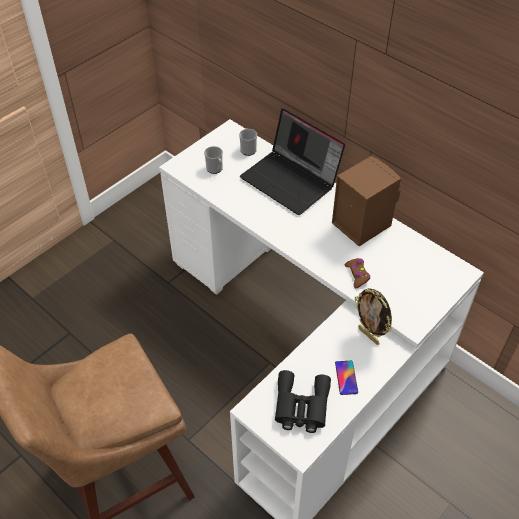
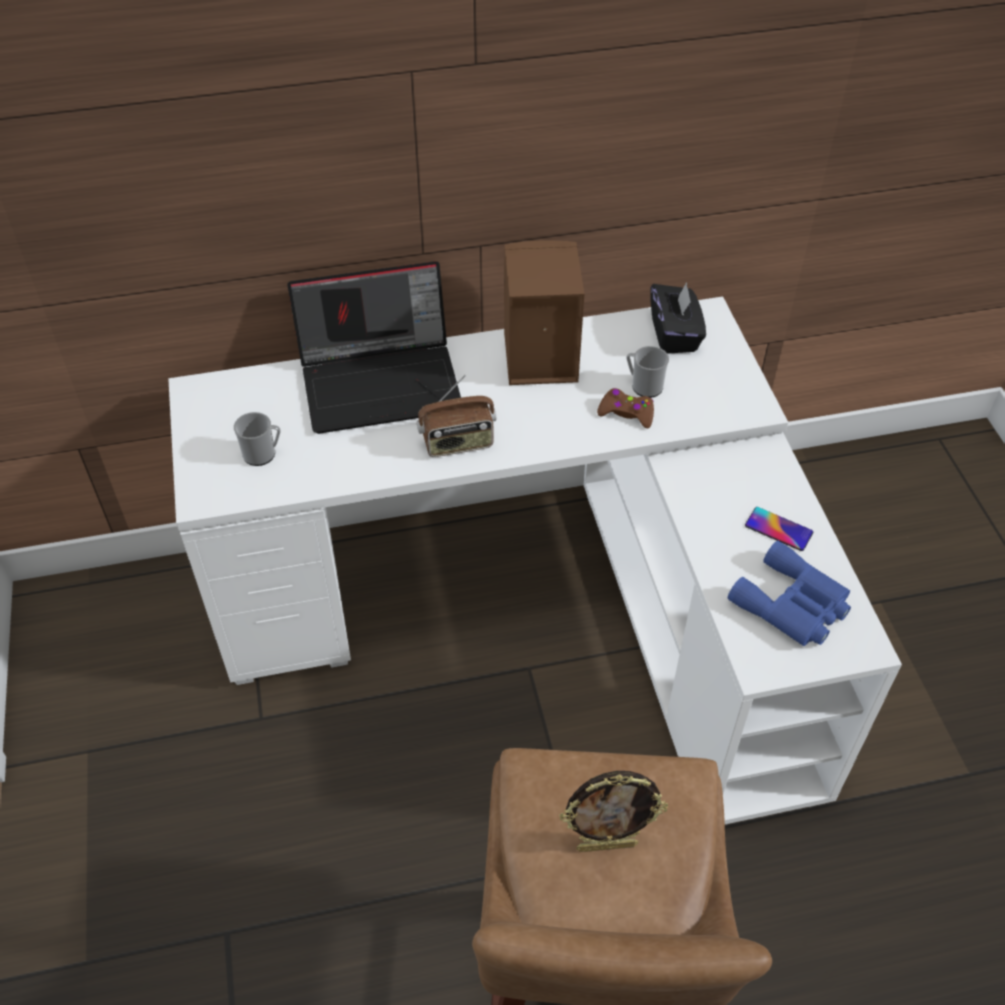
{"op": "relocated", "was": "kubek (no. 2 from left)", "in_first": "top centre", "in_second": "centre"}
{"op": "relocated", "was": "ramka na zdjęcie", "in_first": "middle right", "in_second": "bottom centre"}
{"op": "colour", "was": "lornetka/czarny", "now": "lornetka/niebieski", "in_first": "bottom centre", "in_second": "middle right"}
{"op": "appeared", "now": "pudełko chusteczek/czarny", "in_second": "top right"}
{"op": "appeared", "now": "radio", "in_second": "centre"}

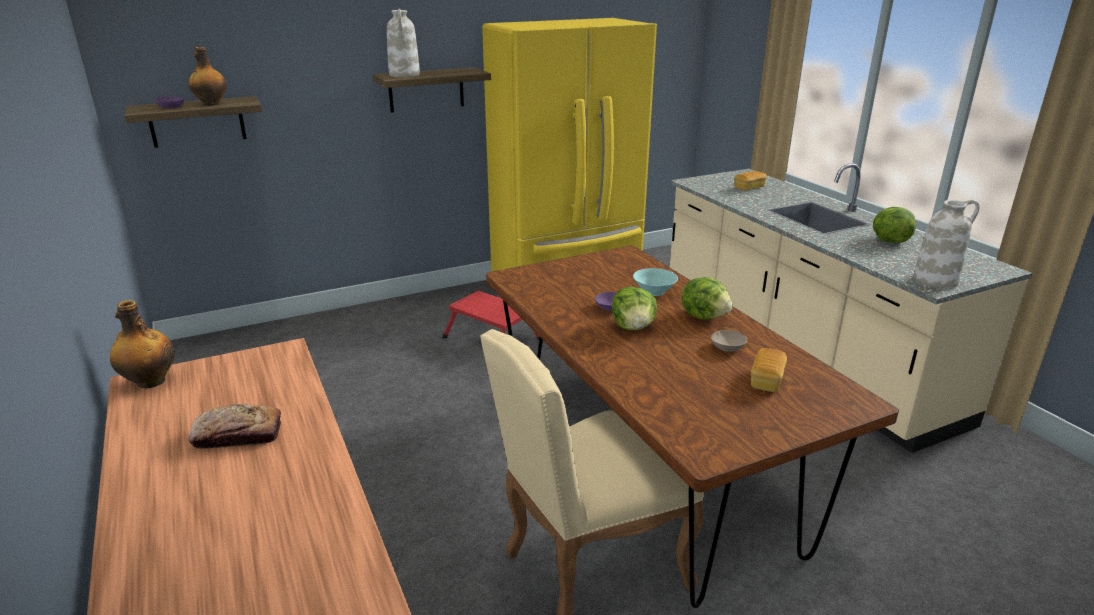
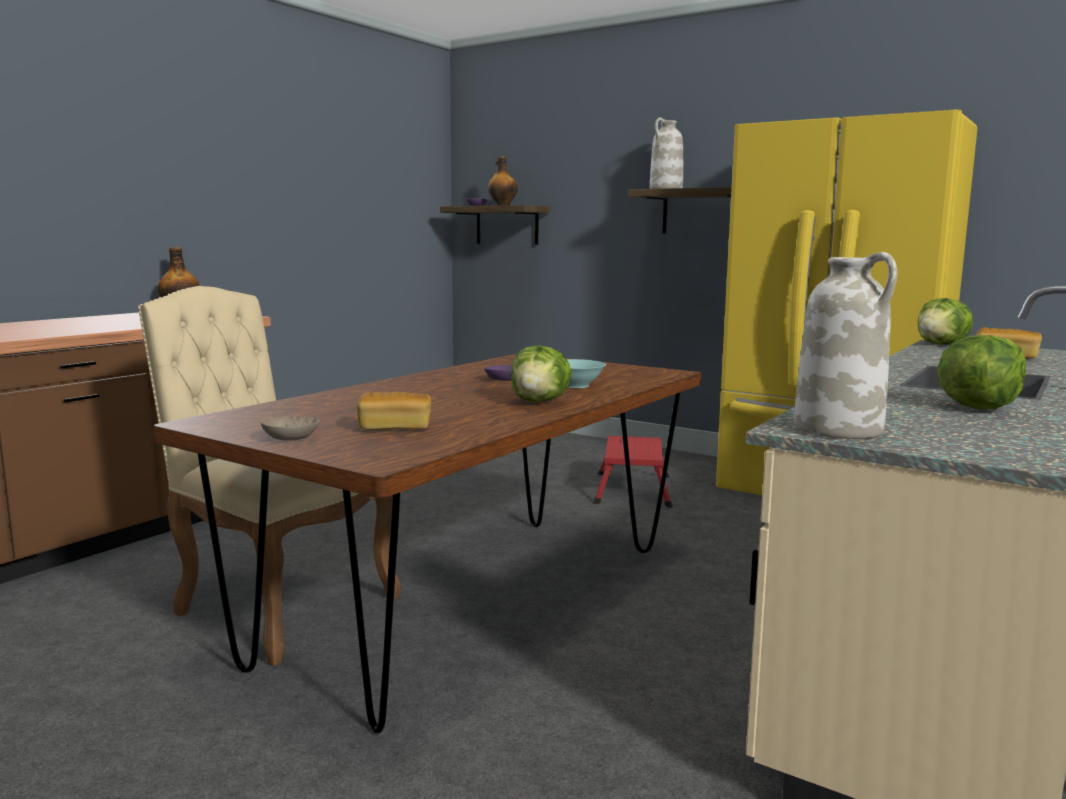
{"op": "relocated", "was": "sałata (no. 1 from left in the first image)", "now": "sałata (no. 2 from left)", "in_first": "centre", "in_second": "middle right"}
{"op": "relocated", "was": "miska/beżowy", "in_first": "centre", "in_second": "middle left"}
{"op": "missing", "was": "chleb (no. 1 from left)", "in_first": "bottom left"}

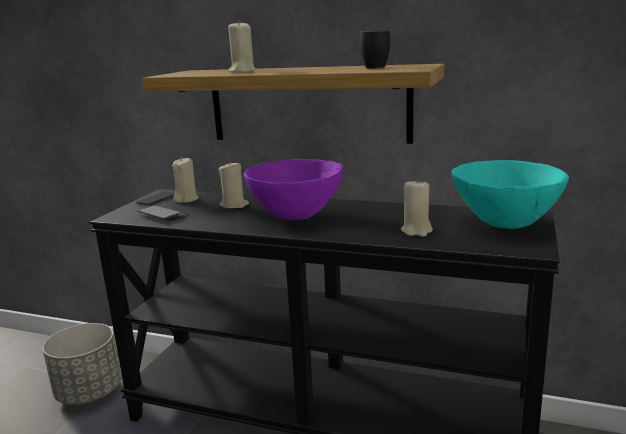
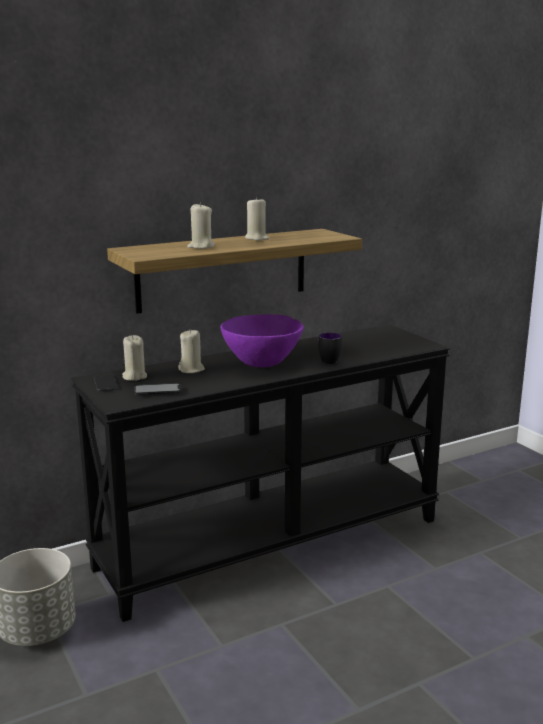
{"op": "relocated", "was": "kubek", "in_first": "top centre", "in_second": "centre"}
{"op": "missing", "was": "miska/turkusowy", "in_first": "middle right"}
{"op": "relocated", "was": "świeca/beżowy (no. 4 from left)", "in_first": "centre", "in_second": "top centre"}

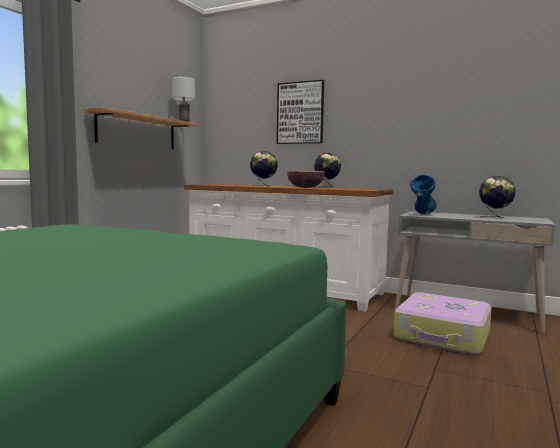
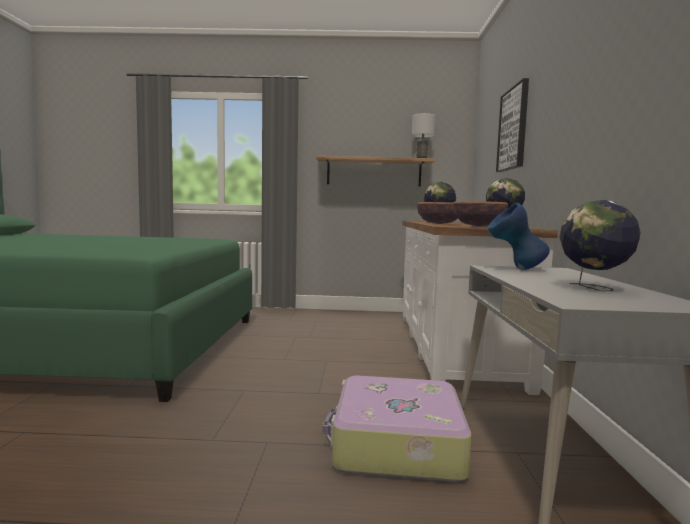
{"op": "appeared", "now": "miska (no. 2 from left)", "in_second": "middle right"}

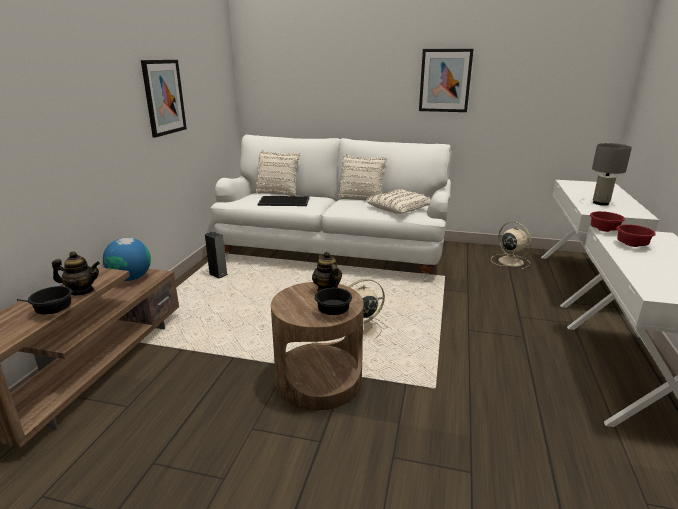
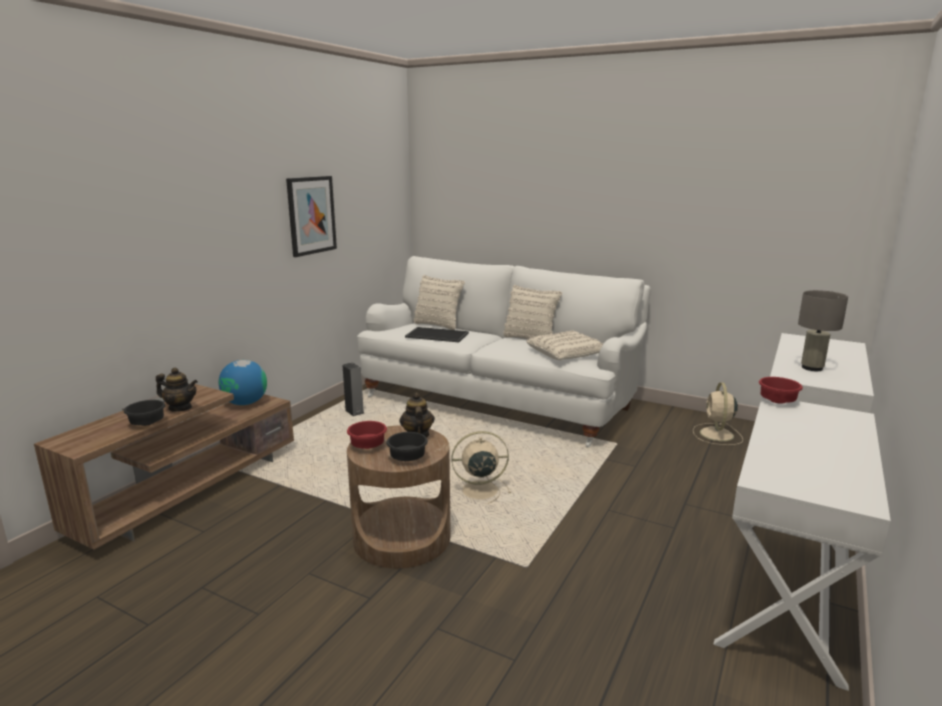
{"op": "missing", "was": "obraz (no. 2 from left)", "in_first": "top centre"}
{"op": "spun", "was": "wentylator/beżowy (no. 2 from left)", "in_first": "middle right", "in_second": "middle right", "clockwise": -150}
{"op": "relocated", "was": "miska/czerwony (no. 2 from left in the first image)", "now": "miska/czerwony (no. 1 from left)", "in_first": "middle right", "in_second": "centre"}

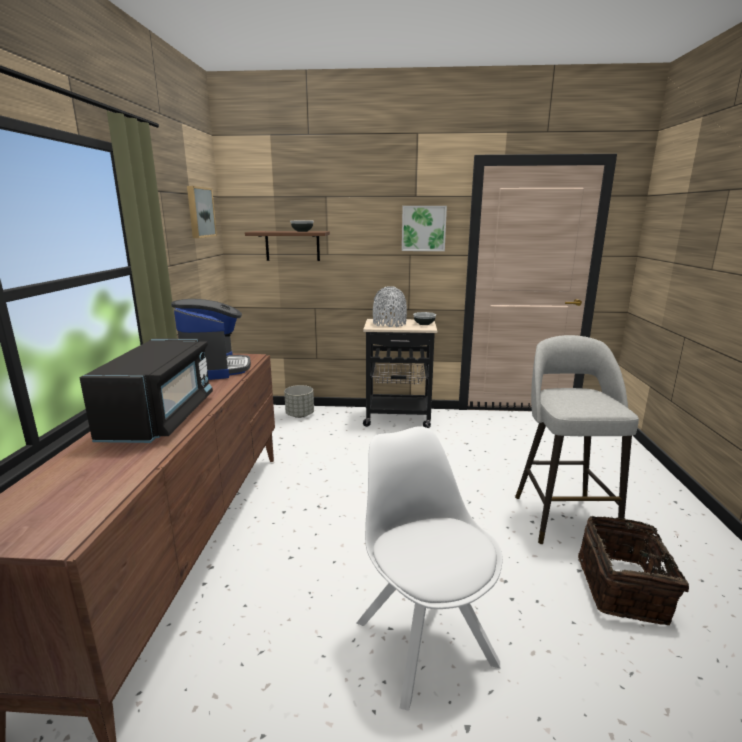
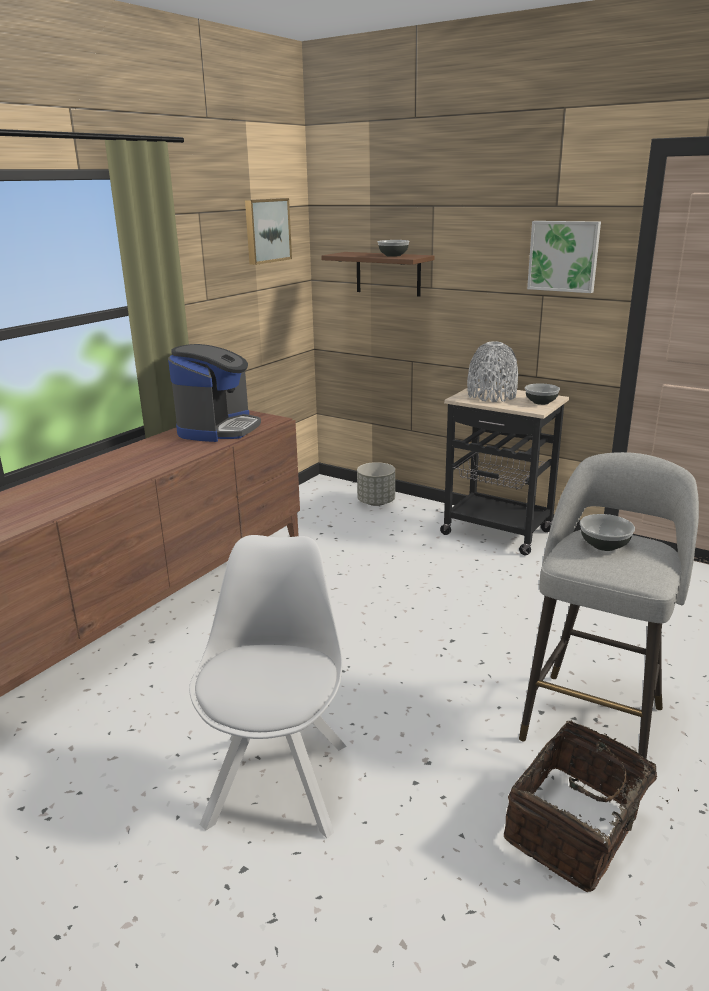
{"op": "missing", "was": "mikrofalówka/czarny", "in_first": "middle left"}
{"op": "appeared", "now": "miska (no. 3 from left)", "in_second": "middle right"}

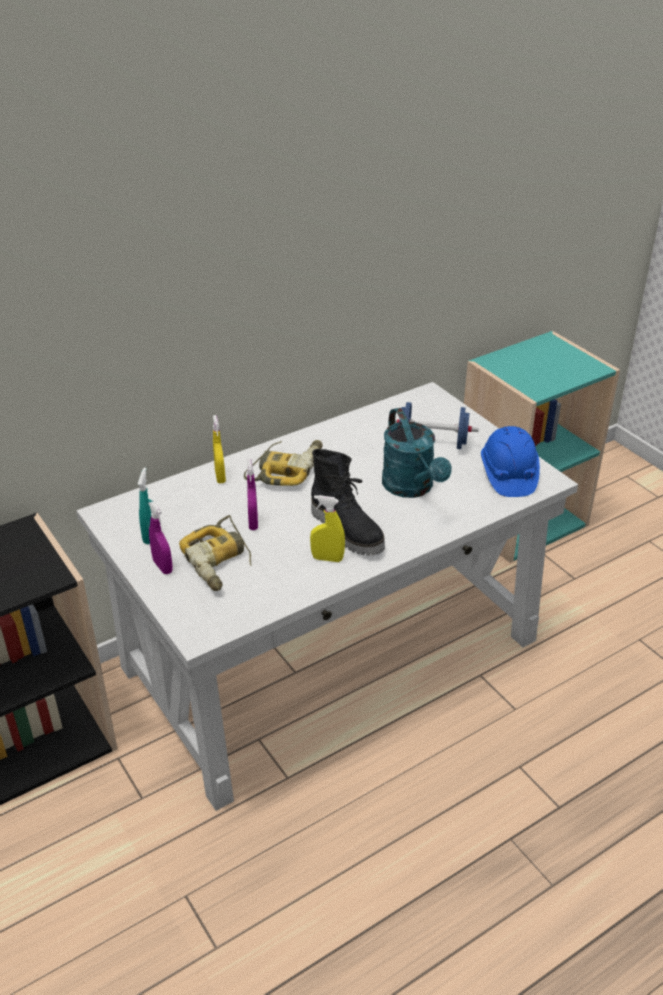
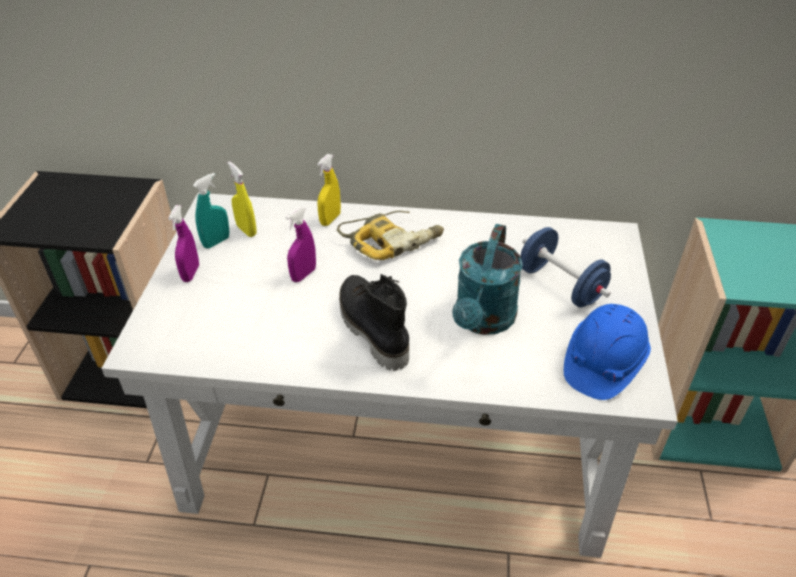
{"op": "spun", "was": "but z cholewką/czarny", "in_first": "centre", "in_second": "centre", "clockwise": 150}
{"op": "relocated", "was": "spryskiwacz/żółty (no. 2 from left in the first image)", "now": "spryskiwacz/żółty (no. 1 from left)", "in_first": "centre", "in_second": "middle left"}
{"op": "missing", "was": "wiertarka (no. 1 from left)", "in_first": "middle left"}

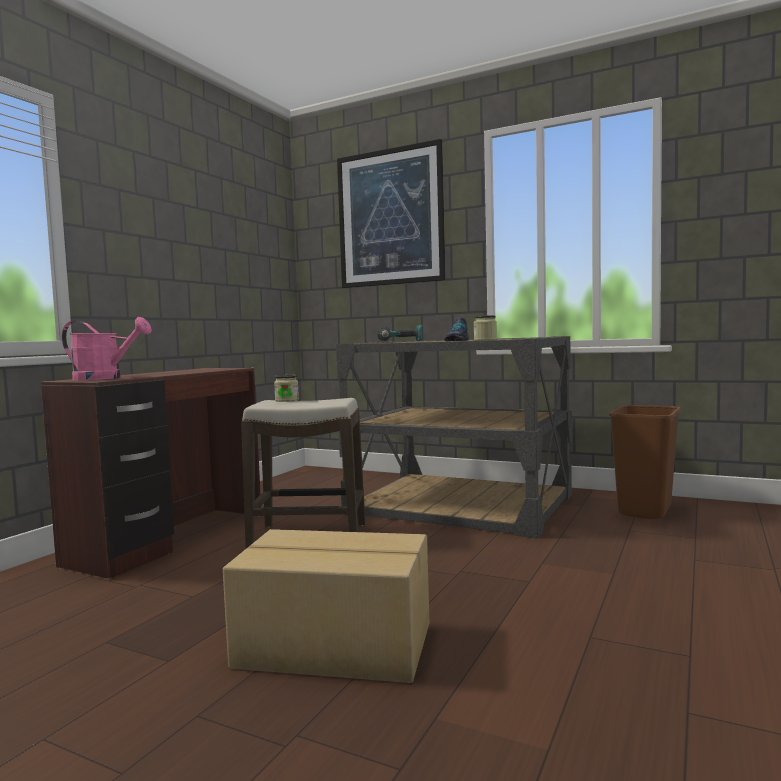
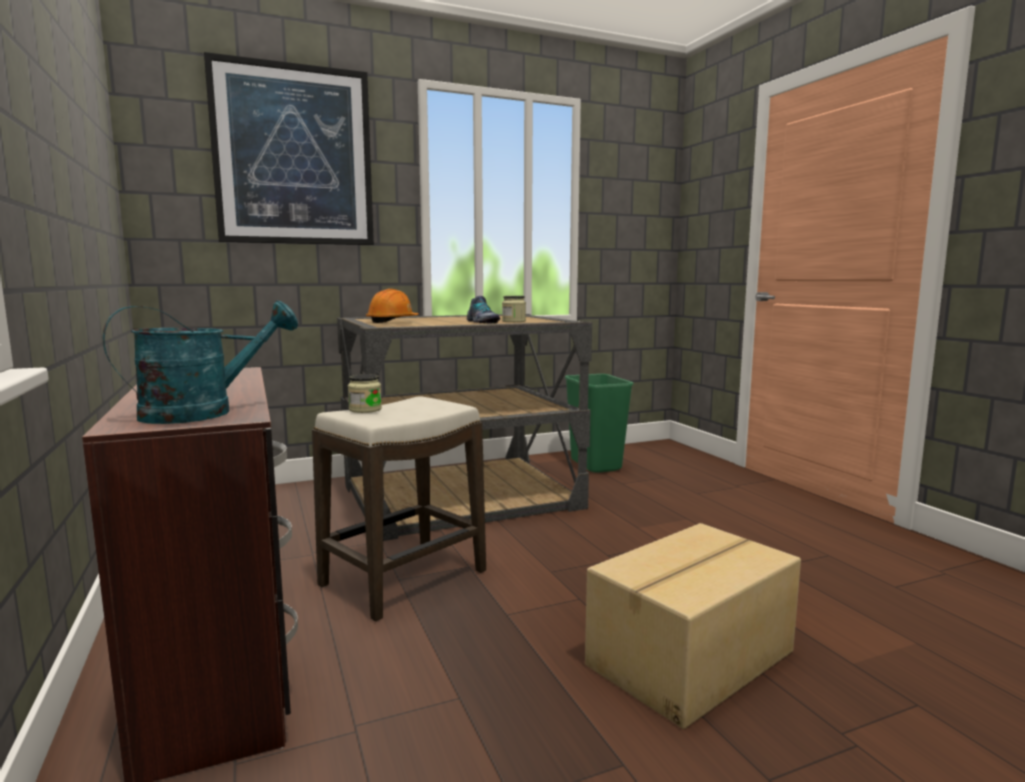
{"op": "colour", "was": "konewka/różowy", "now": "konewka/turkusowy", "in_first": "middle left", "in_second": "middle left"}
{"op": "exchanged", "was": "wiertarka", "now": "kask/pomarańczowy", "in_first": "centre", "in_second": "centre"}
{"op": "colour", "was": "kosz na śmieci/brązowy", "now": "kosz na śmieci/zielony", "in_first": "middle right", "in_second": "centre"}

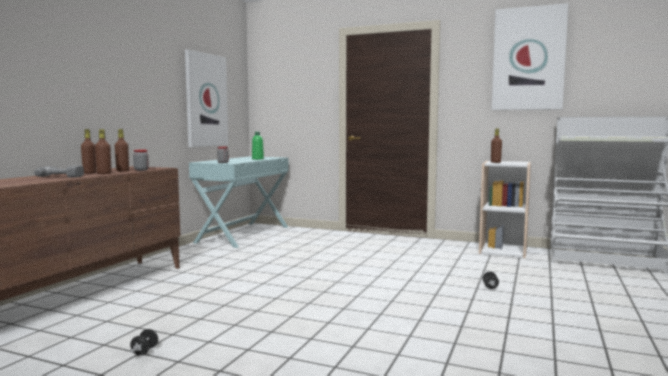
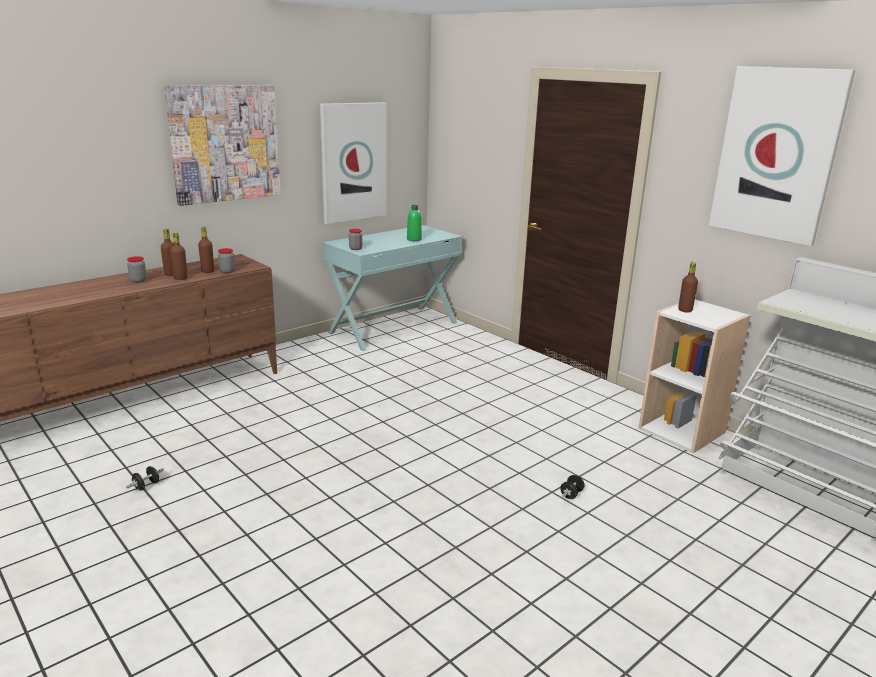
{"op": "exchanged", "was": "wiertarka", "now": "słoik (no. 1 from left)", "in_first": "middle left", "in_second": "middle left"}
{"op": "appeared", "now": "obraz (no. 1 from left)", "in_second": "top left"}

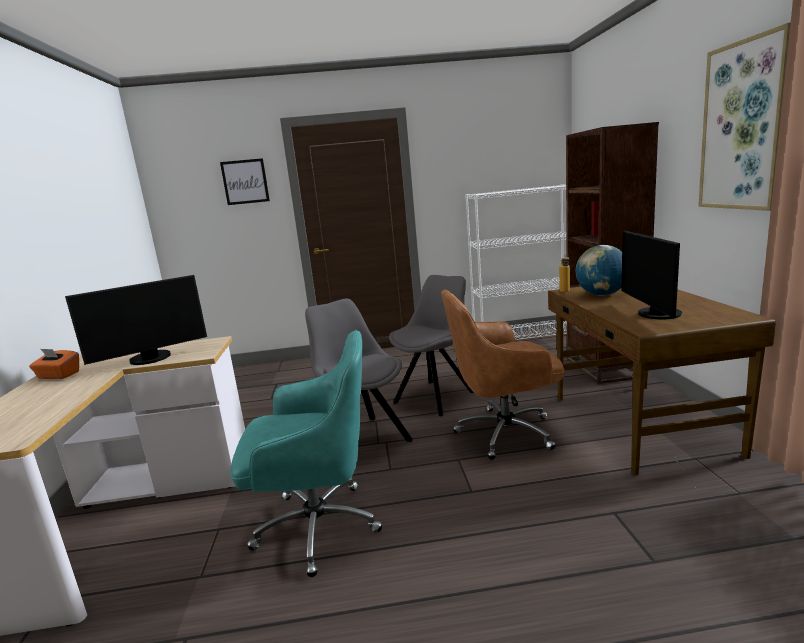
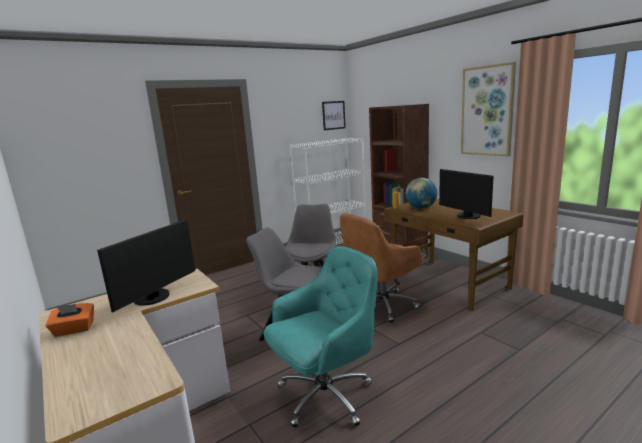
{"op": "relocated", "was": "obraz (no. 1 from left)", "in_first": "top left", "in_second": "top centre"}

